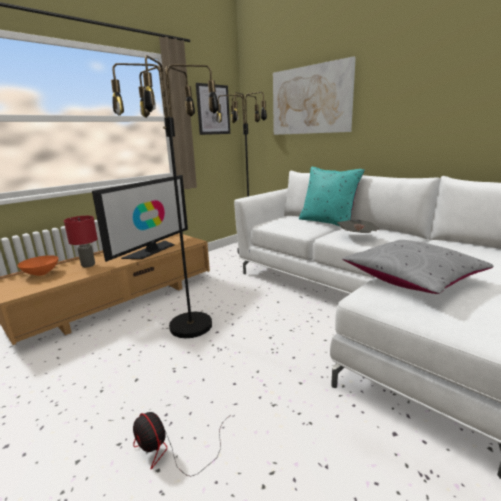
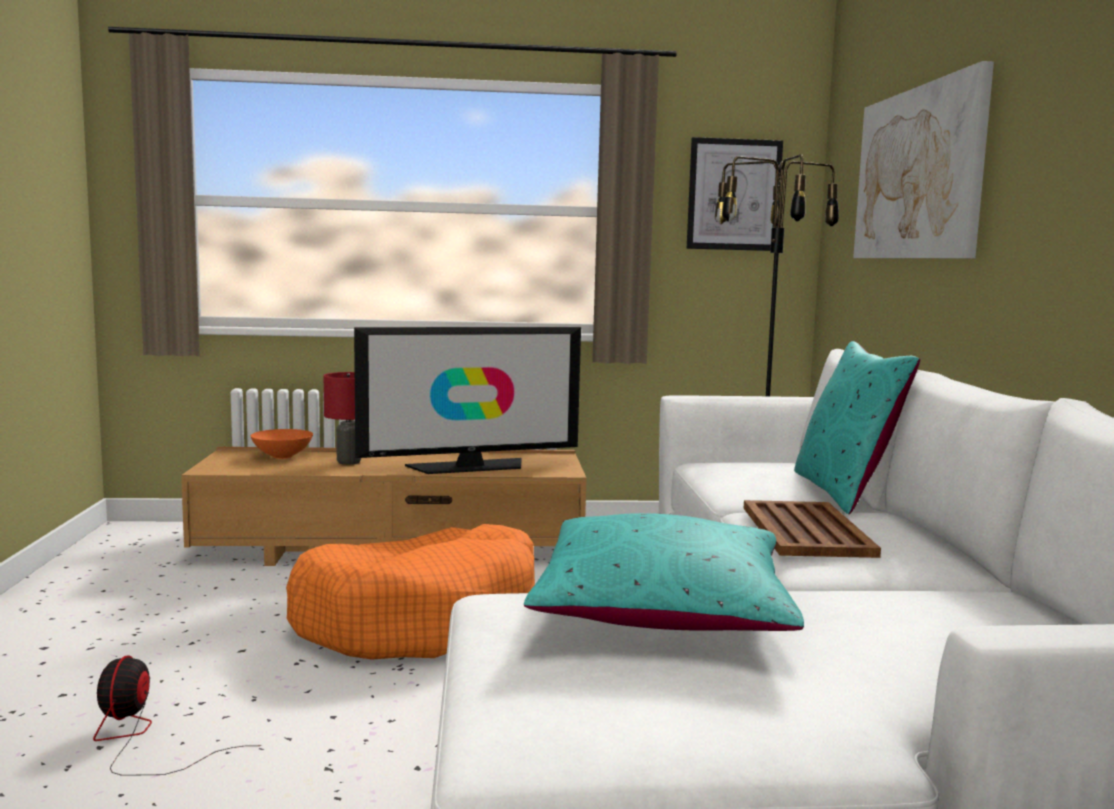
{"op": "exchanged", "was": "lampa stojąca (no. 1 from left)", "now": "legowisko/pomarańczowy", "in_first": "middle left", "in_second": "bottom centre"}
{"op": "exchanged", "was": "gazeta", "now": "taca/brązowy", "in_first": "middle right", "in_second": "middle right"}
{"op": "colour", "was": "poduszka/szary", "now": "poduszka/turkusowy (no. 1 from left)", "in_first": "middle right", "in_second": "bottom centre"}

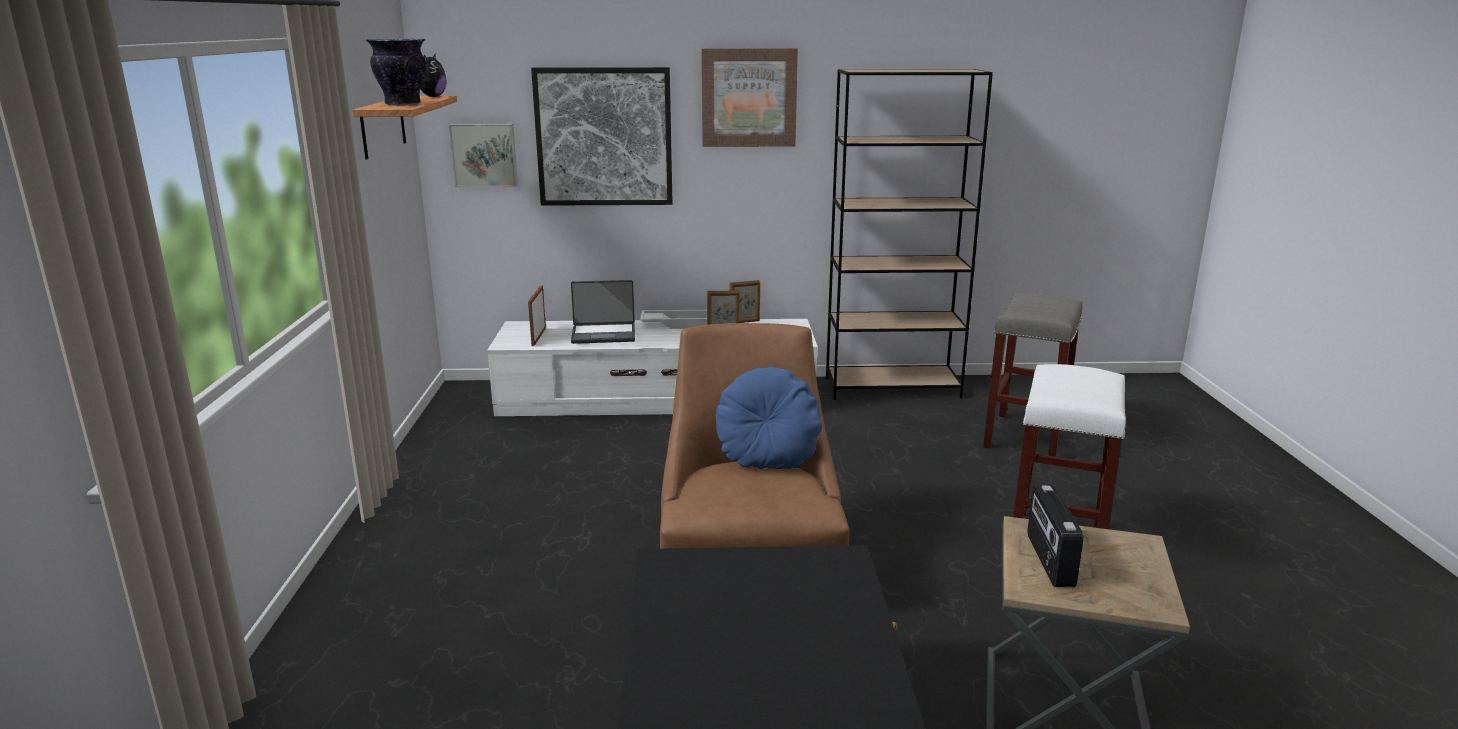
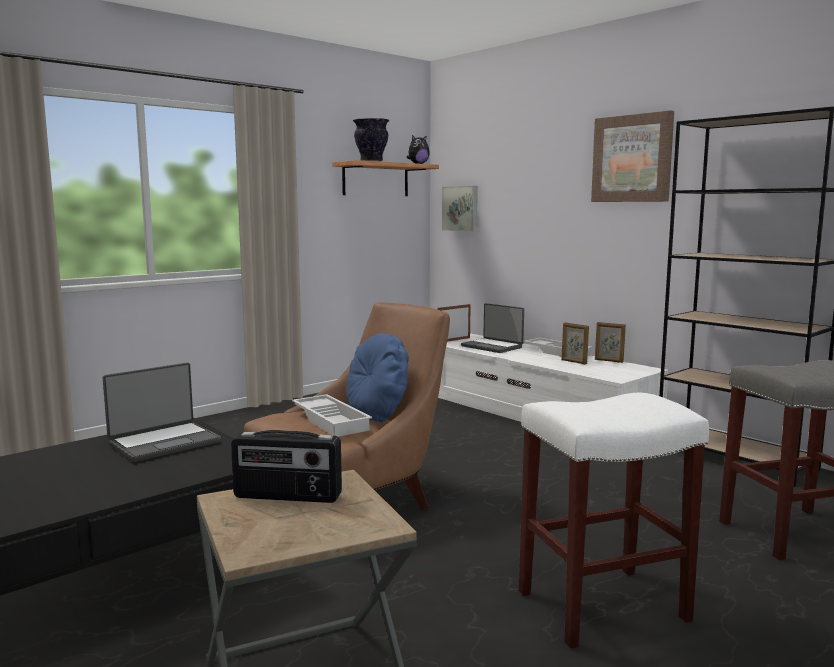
{"op": "missing", "was": "obraz (no. 2 from left)", "in_first": "top centre"}
{"op": "spun", "was": "radio", "in_first": "bottom right", "in_second": "bottom centre", "clockwise": -135}
{"op": "appeared", "now": "laptop (no. 1 from left)", "in_second": "middle left"}
{"op": "appeared", "now": "taca/biały (no. 1 from left)", "in_second": "centre"}

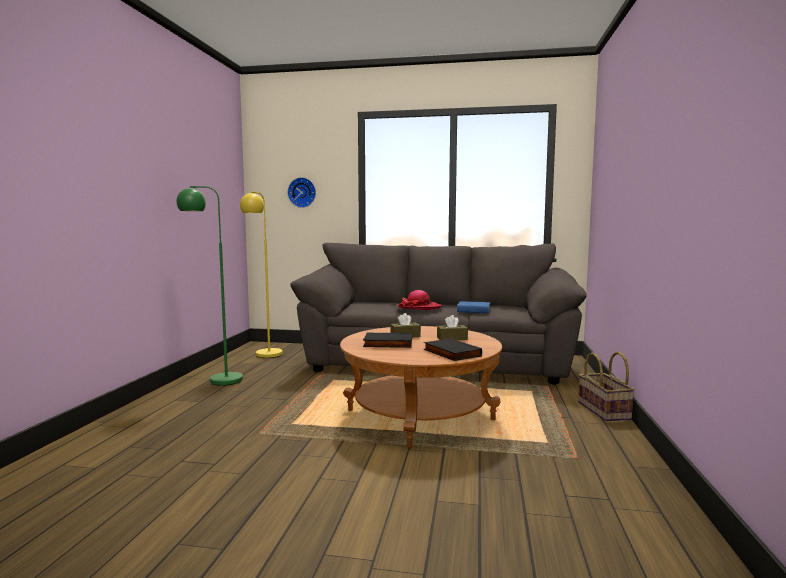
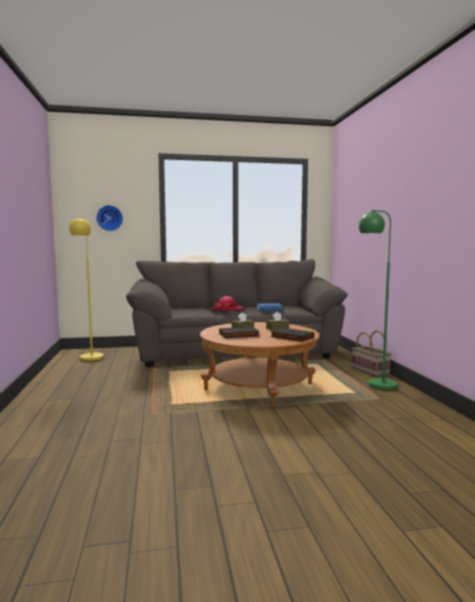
{"op": "relocated", "was": "lampa stojąca/zielony", "in_first": "middle left", "in_second": "middle right"}

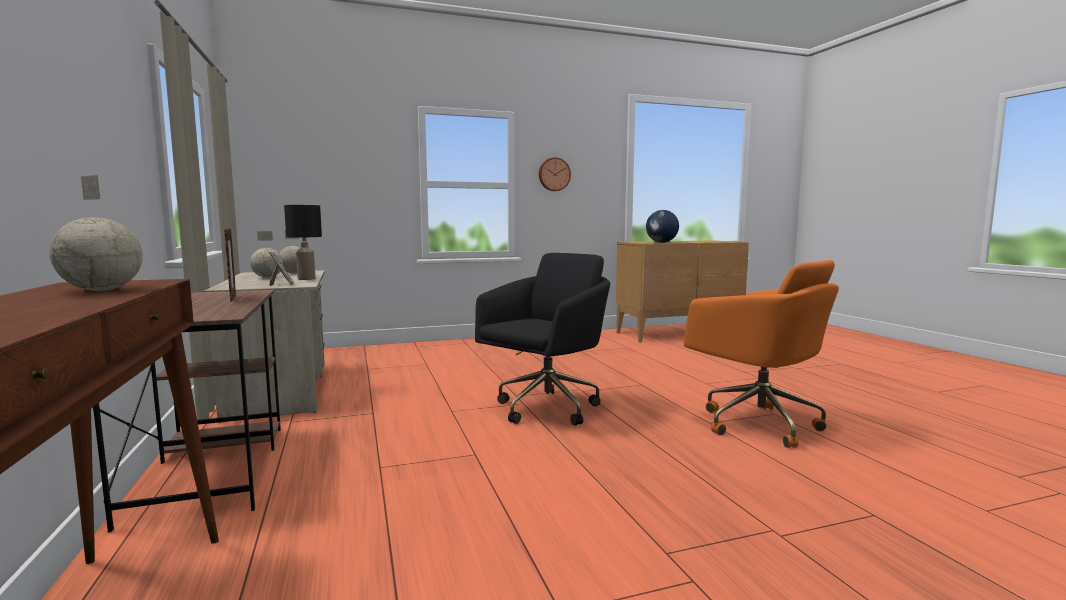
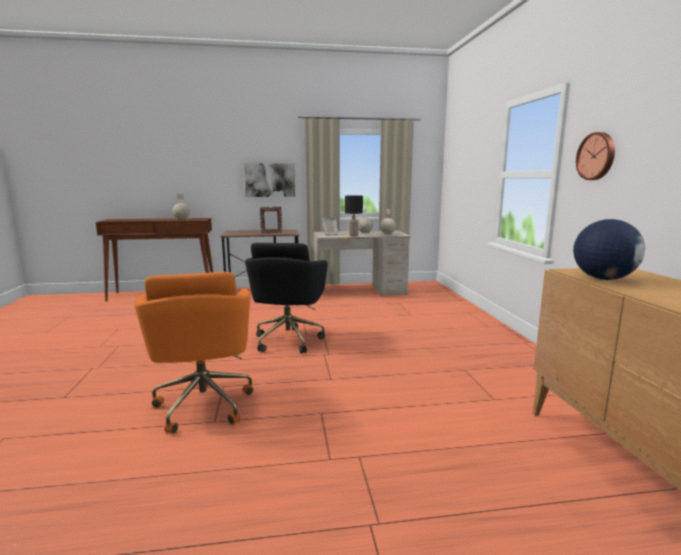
{"op": "spun", "was": "krzesło biurowe/czarny", "in_first": "centre", "in_second": "centre", "clockwise": 45}
{"op": "spun", "was": "krzesło biurowe/pomarańczowy", "in_first": "middle right", "in_second": "middle left", "clockwise": -75}
{"op": "appeared", "now": "obraz", "in_second": "top centre"}

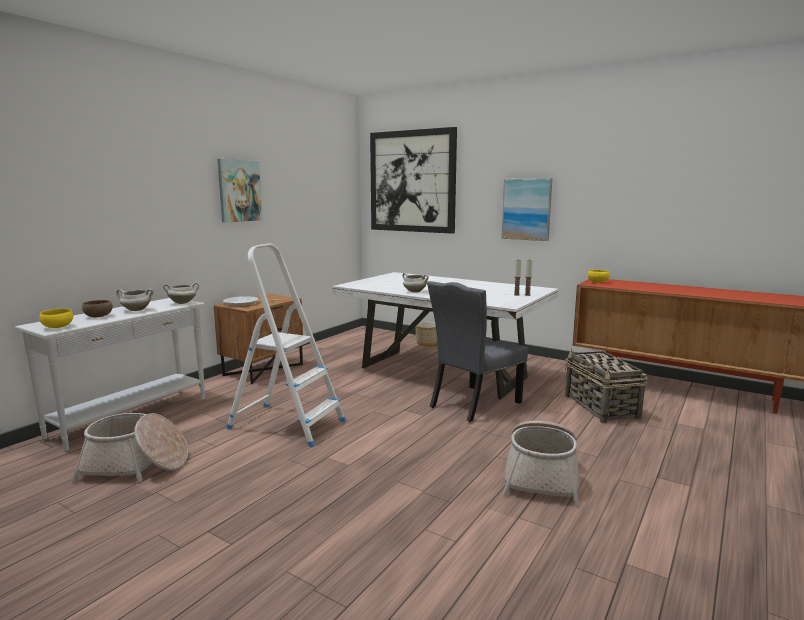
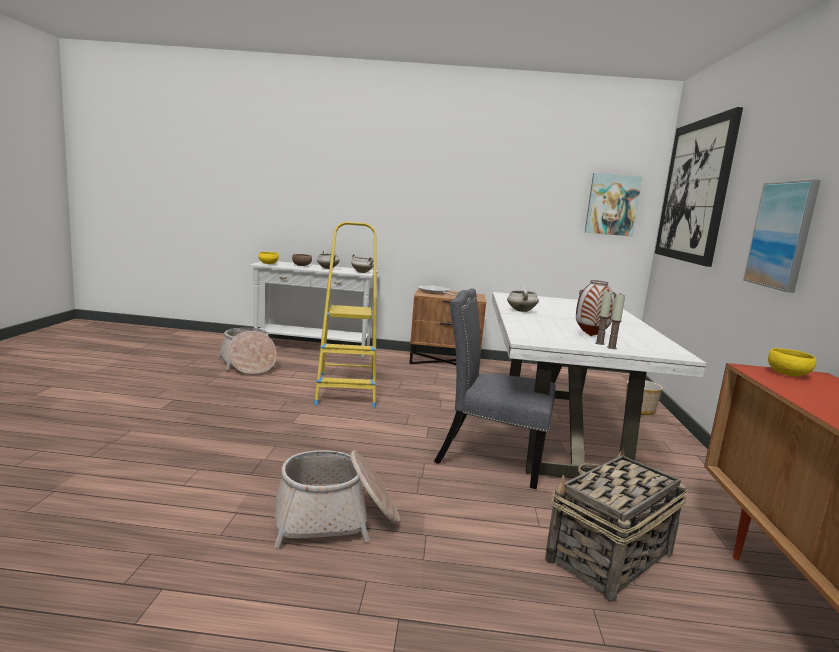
{"op": "relocated", "was": "obraz (no. 1 from left)", "in_first": "top left", "in_second": "top right"}
{"op": "colour", "was": "drabinka/biały", "now": "drabinka/żółty", "in_first": "centre", "in_second": "centre"}
{"op": "appeared", "now": "wazon", "in_second": "middle right"}

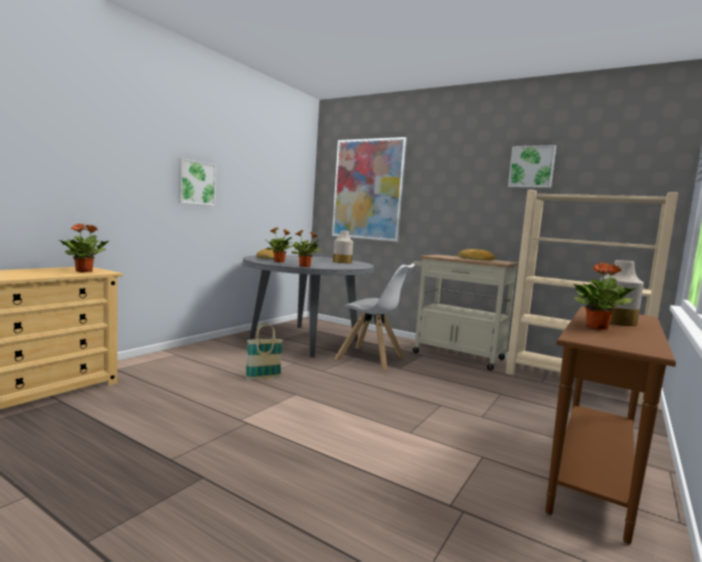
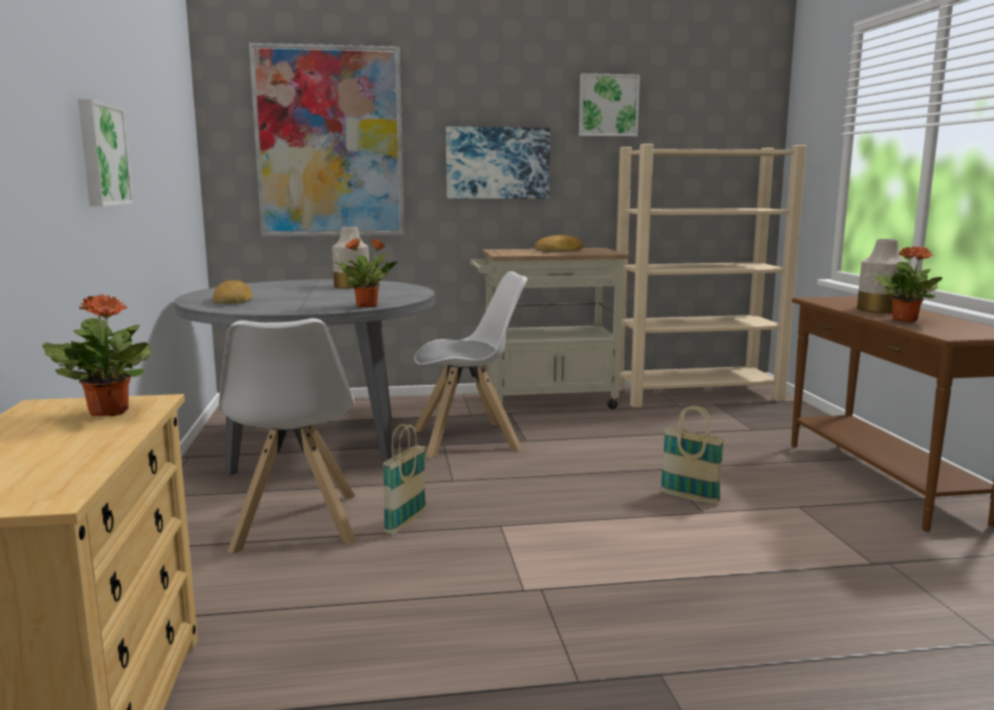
{"op": "missing", "was": "roślina doniczkowa (no. 2 from left)", "in_first": "centre"}
{"op": "appeared", "now": "obraz (no. 3 from left)", "in_second": "top centre"}
{"op": "appeared", "now": "krzesło (no. 1 from left)", "in_second": "middle left"}
{"op": "appeared", "now": "koszyk (no. 2 from left)", "in_second": "middle right"}

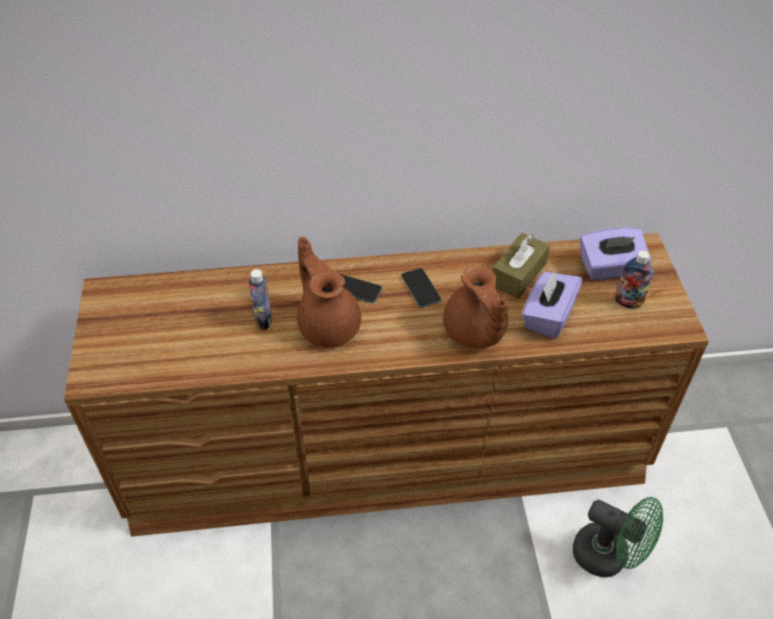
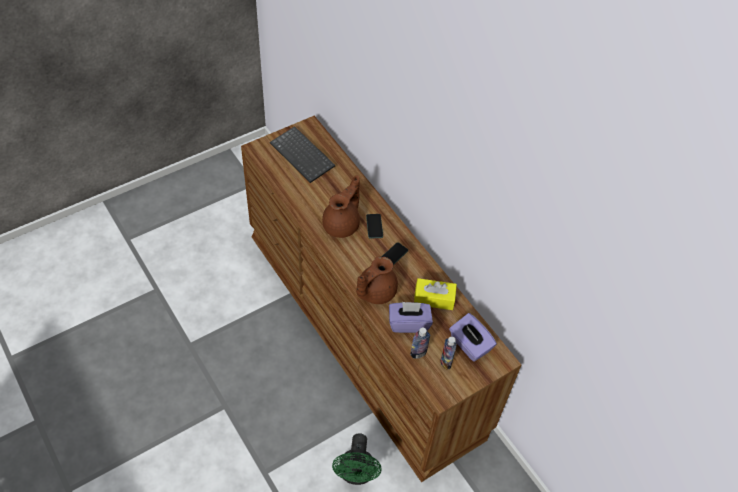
{"op": "colour", "was": "pudełko chusteczek/brązowy", "now": "pudełko chusteczek/żółty", "in_first": "middle right", "in_second": "centre"}
{"op": "relocated", "was": "butelka (no. 1 from left)", "in_first": "centre", "in_second": "bottom centre"}
{"op": "appeared", "now": "klawiatura", "in_second": "top centre"}

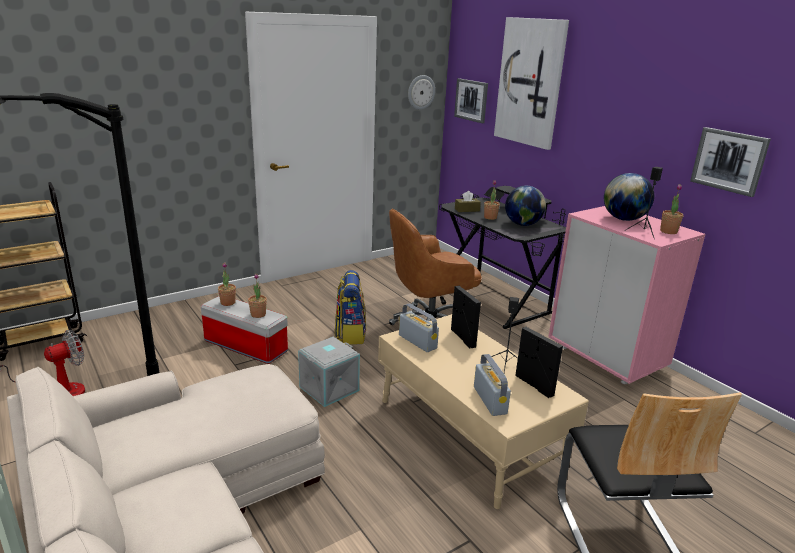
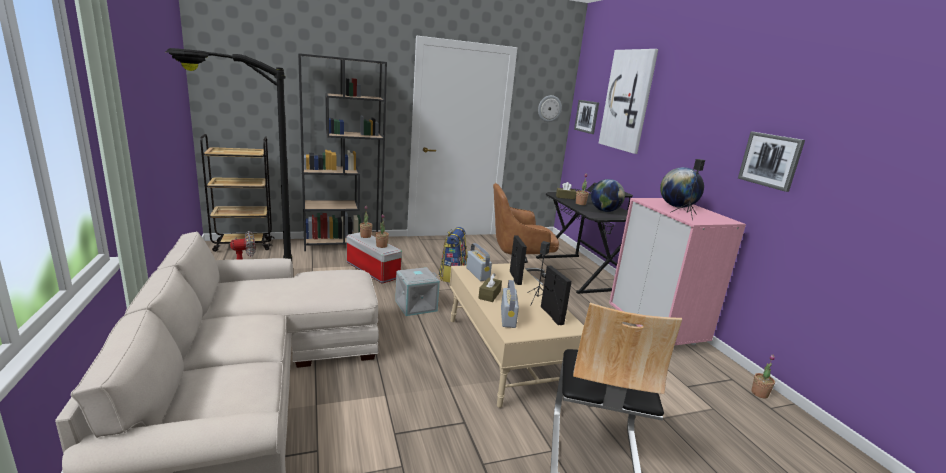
{"op": "relocated", "was": "roślina doniczkowa (no. 4 from left)", "in_first": "middle right", "in_second": "bottom right"}
{"op": "appeared", "now": "regał", "in_second": "top centre"}
{"op": "appeared", "now": "pudełko chusteczek/brązowy (no. 1 from left)", "in_second": "centre"}

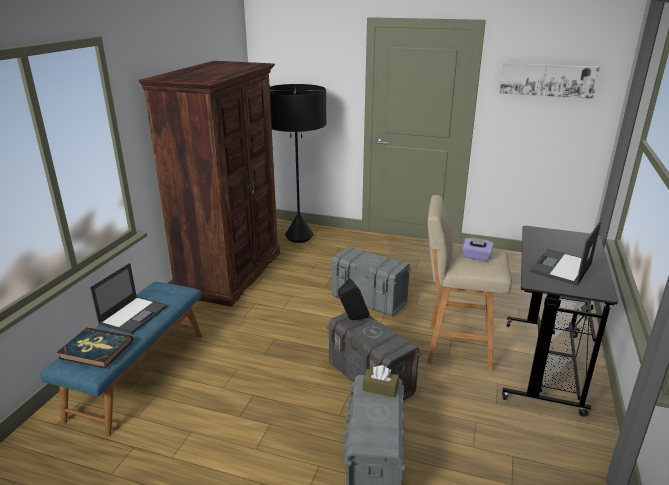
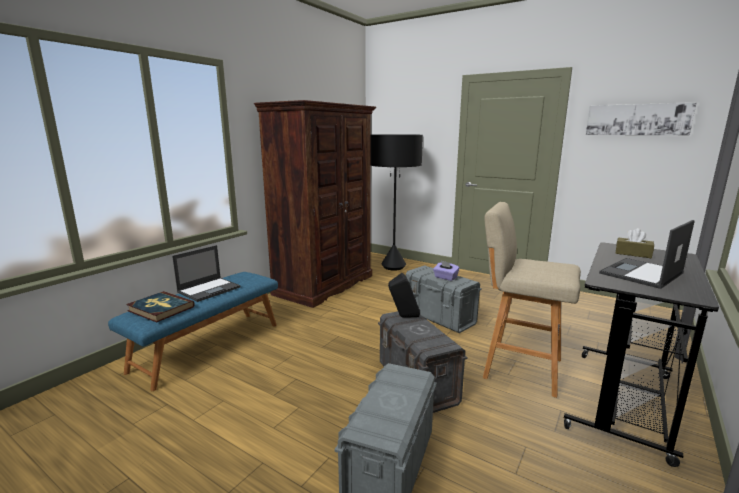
{"op": "relocated", "was": "pudełko chusteczek/fioletowy", "in_first": "middle right", "in_second": "centre"}
{"op": "relocated", "was": "pudełko chusteczek/brązowy", "in_first": "bottom centre", "in_second": "middle right"}

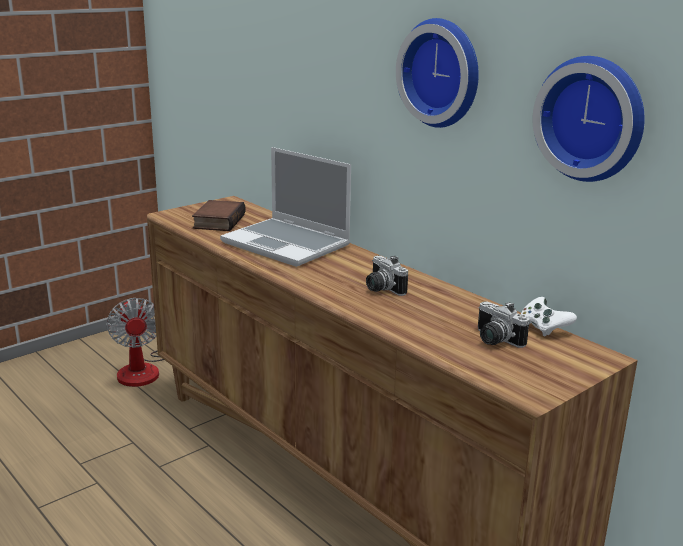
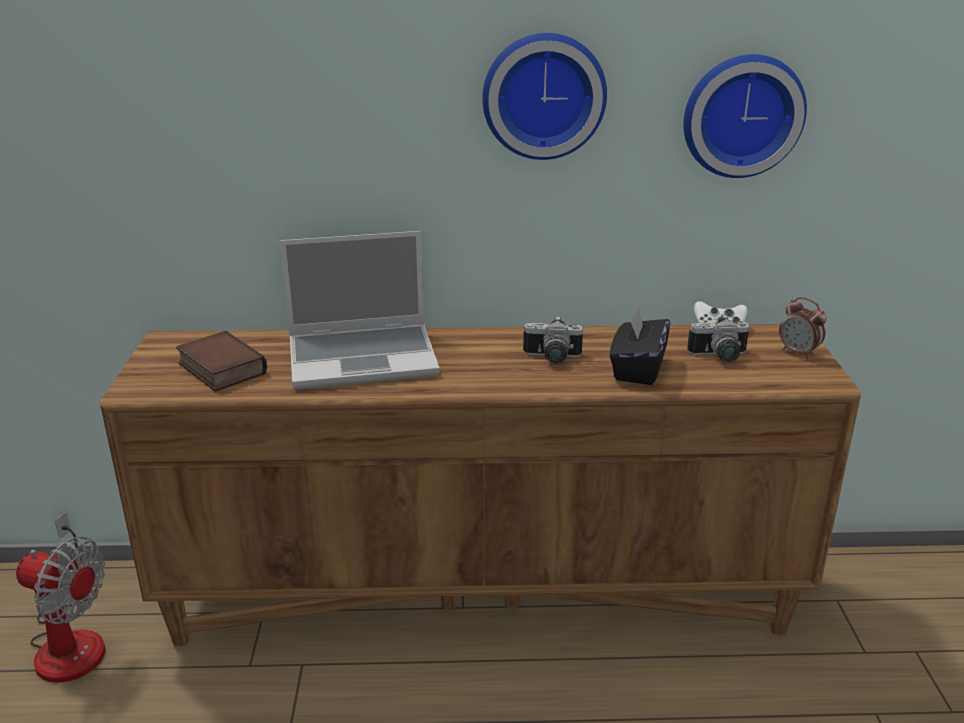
{"op": "appeared", "now": "budzik", "in_second": "middle right"}
{"op": "appeared", "now": "pudełko chusteczek/czarny", "in_second": "centre"}

